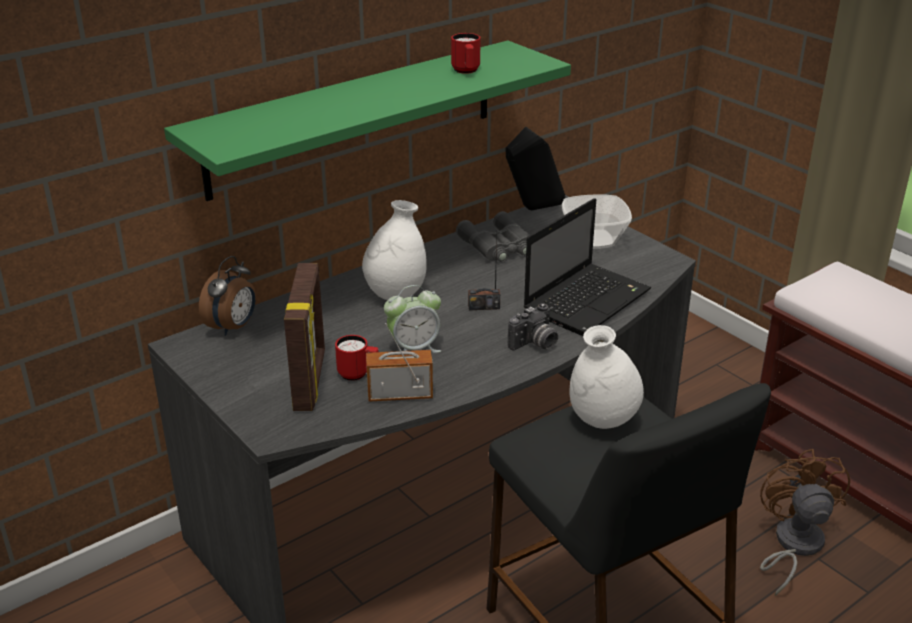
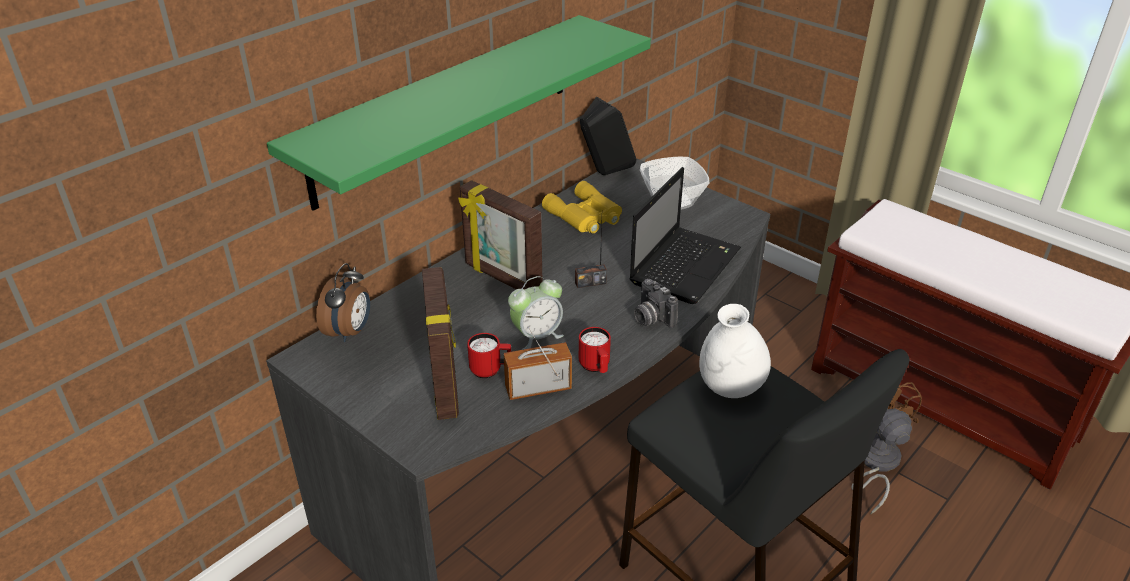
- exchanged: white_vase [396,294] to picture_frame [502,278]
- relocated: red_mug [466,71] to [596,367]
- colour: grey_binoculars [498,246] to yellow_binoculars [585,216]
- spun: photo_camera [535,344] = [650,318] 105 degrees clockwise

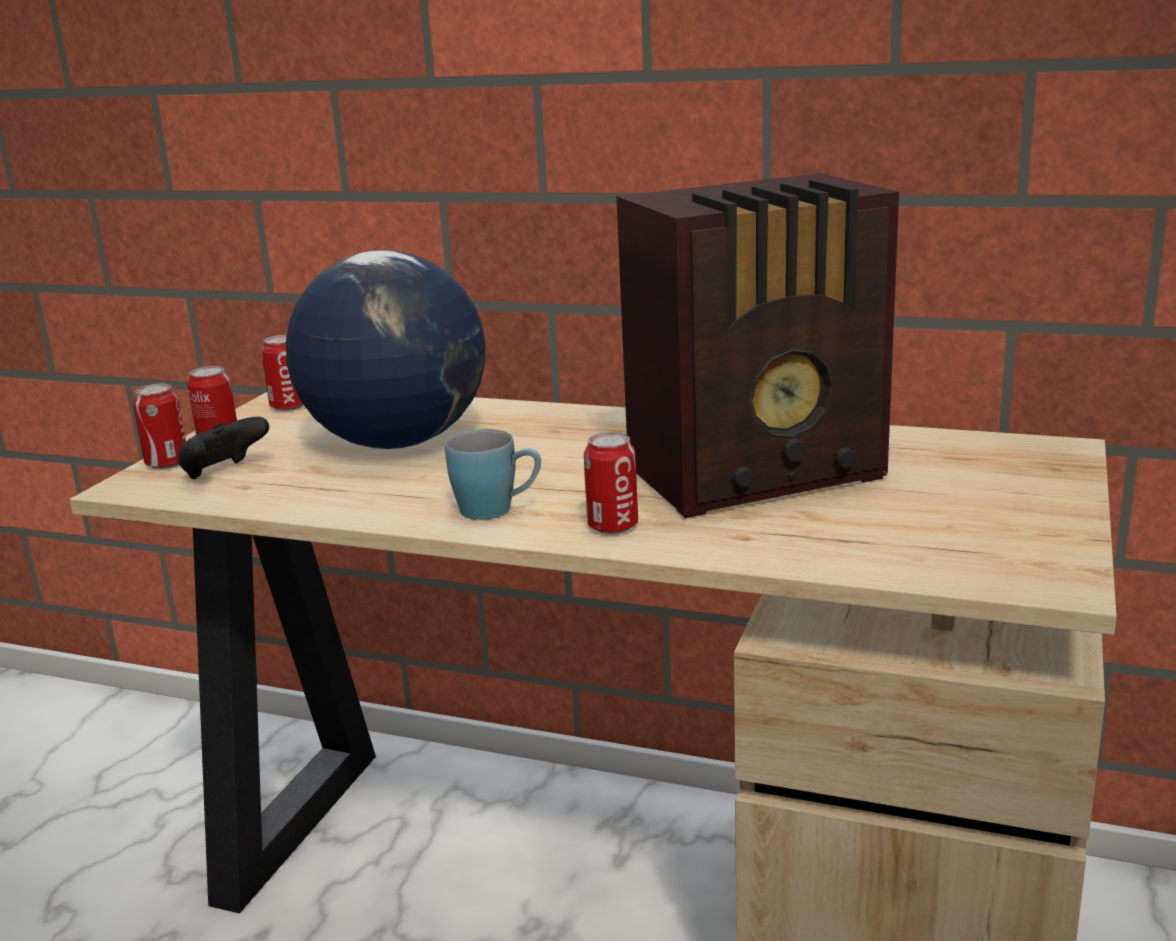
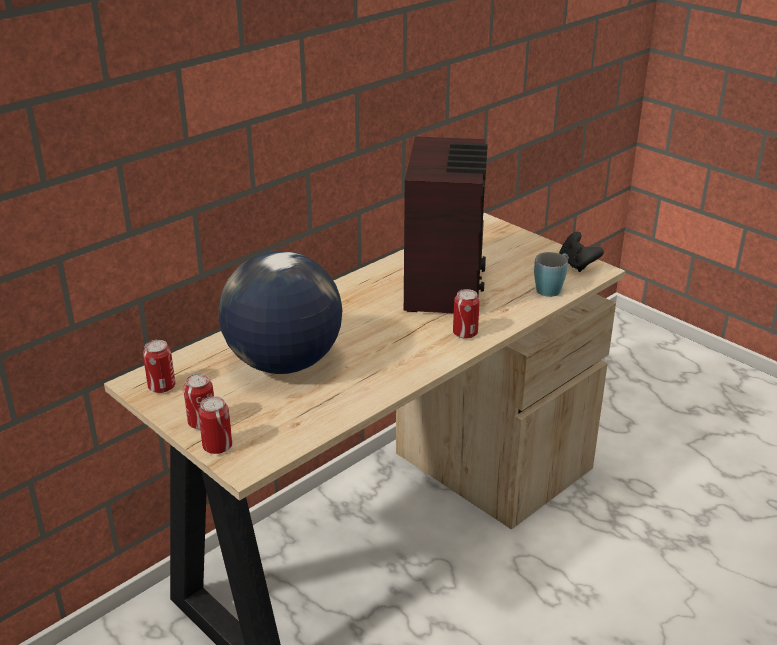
- relocated: black_game_controller [224,473] to [577,264]
- relocated: blue_mug [498,510] to [551,288]

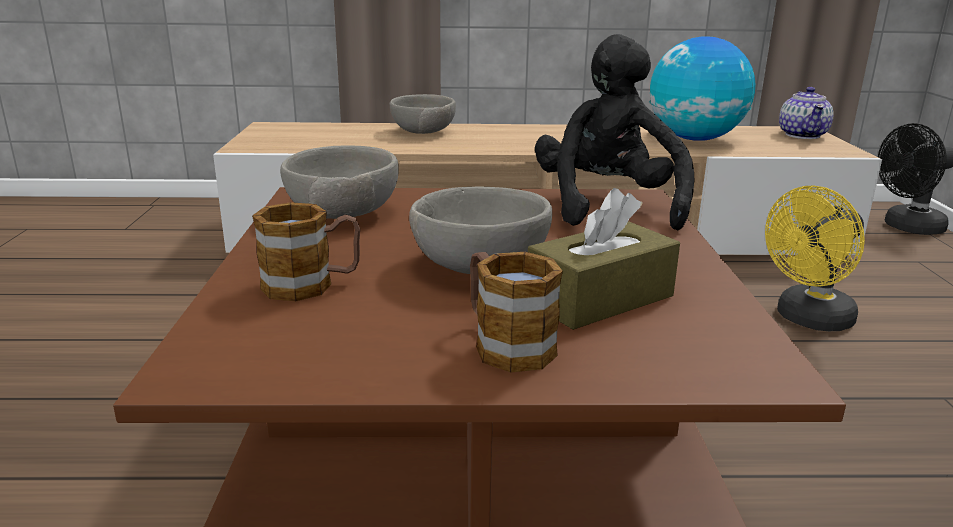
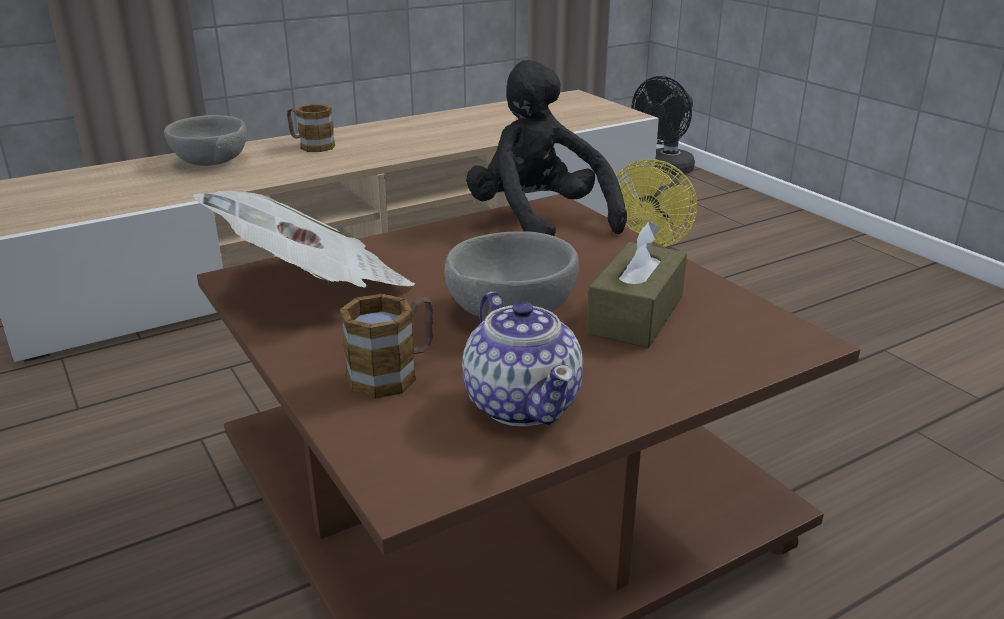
- exchanged: grey_bowl [345,213] to newspaper [315,288]
- relocated: mug [505,343] to [311,146]
- missing: globe [694,139]
- relocated: teapot [802,135] to [522,403]

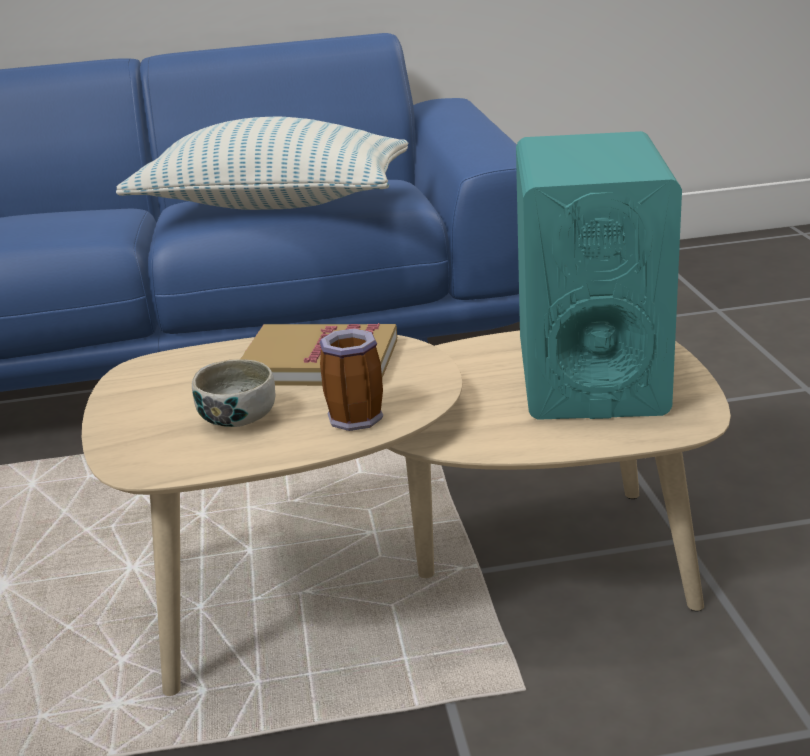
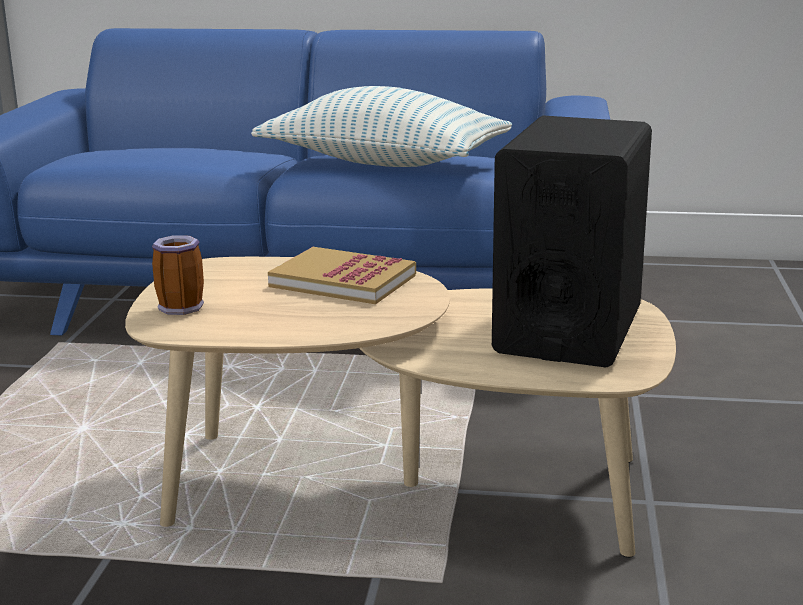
- missing: bowl [238,419]
- relocated: mug [354,416] to [182,306]
- colour: turquoise_speaker [590,376] to black_speaker [568,330]

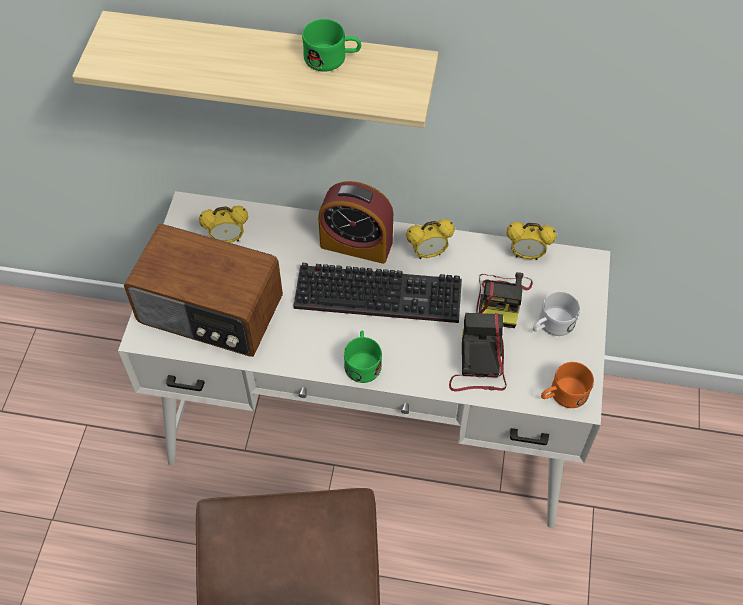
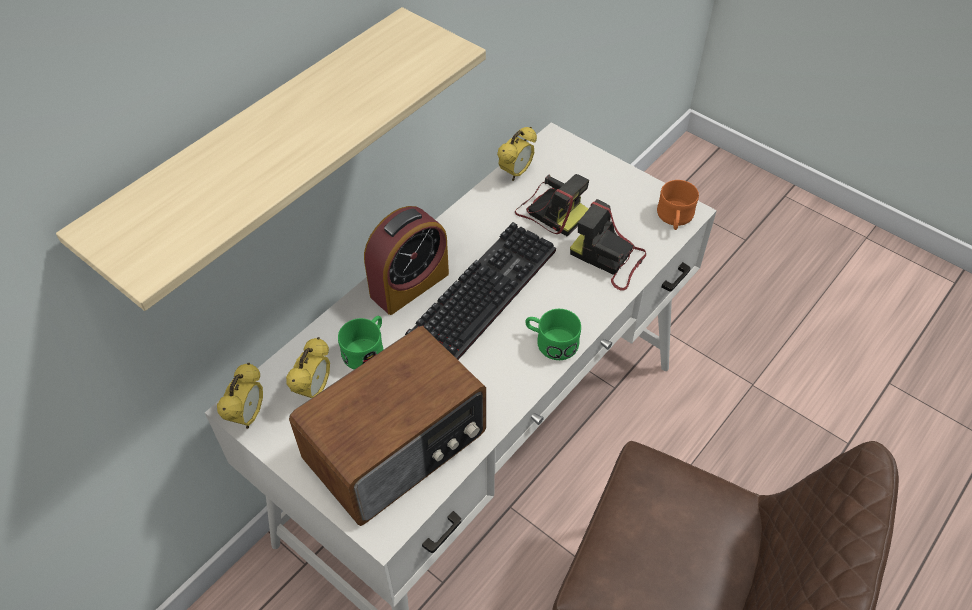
- relocated: green_mug [332,58] to [367,349]
- relocated: alarm_clock [428,253] to [248,416]
- missing: white_mug [551,325]

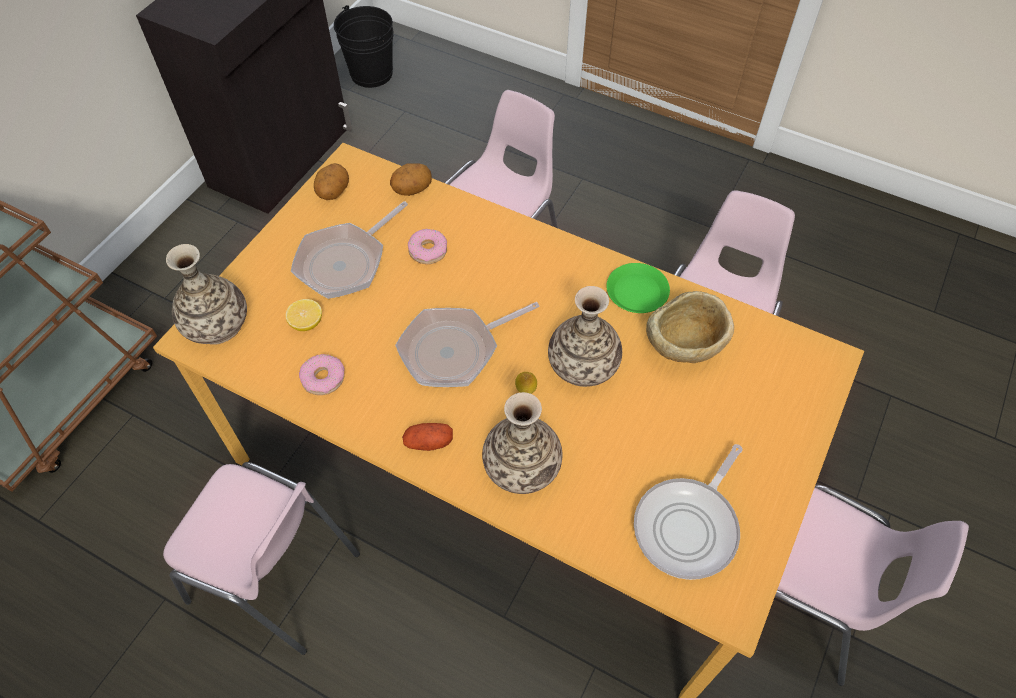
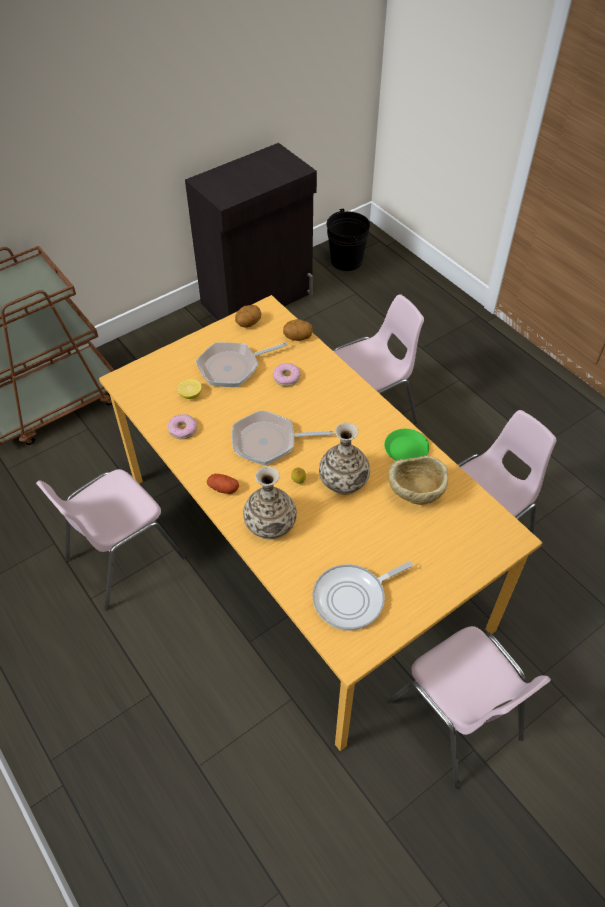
- spun: pink_chair [276,578] = [123,558] 90 degrees clockwise
- missing: vase [217,325]

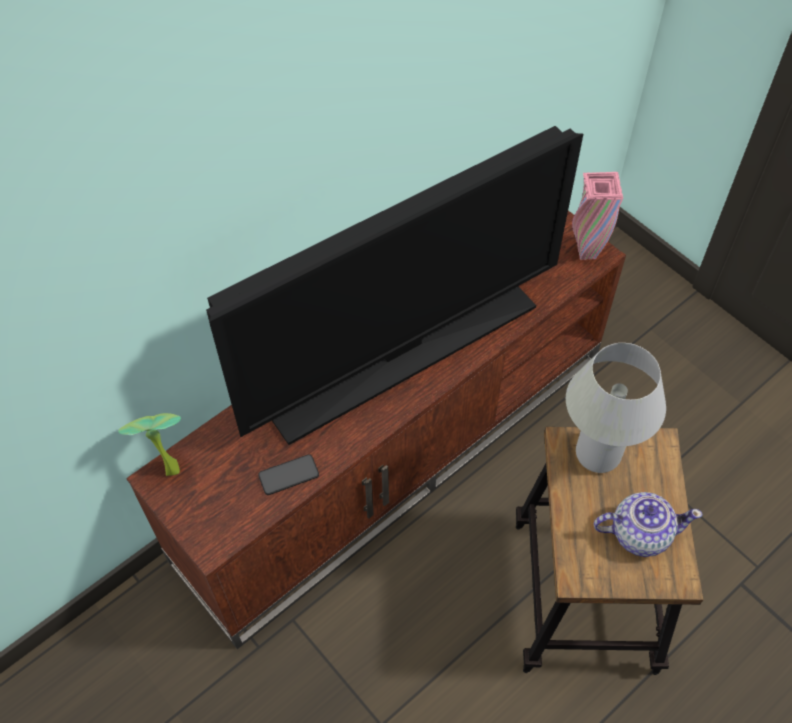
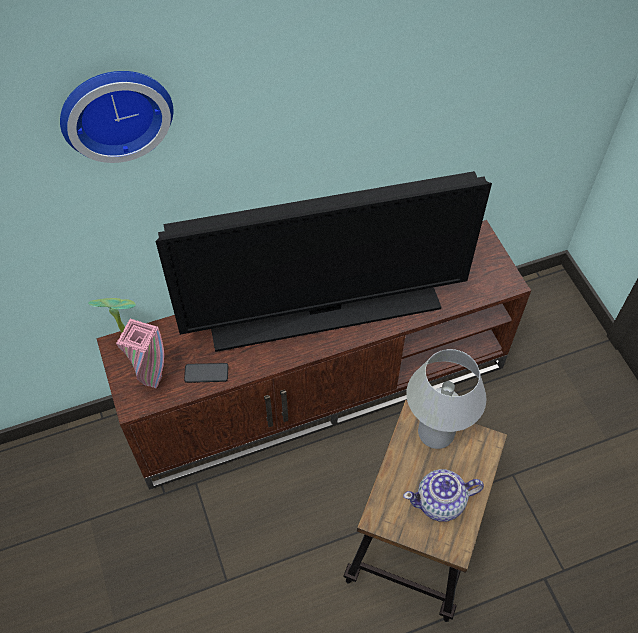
- relocated: pink_vase [586,253] to [152,380]
- spun: teapot [639,533] = [441,502] 150 degrees clockwise
- appeared: wall_clock [115,110]

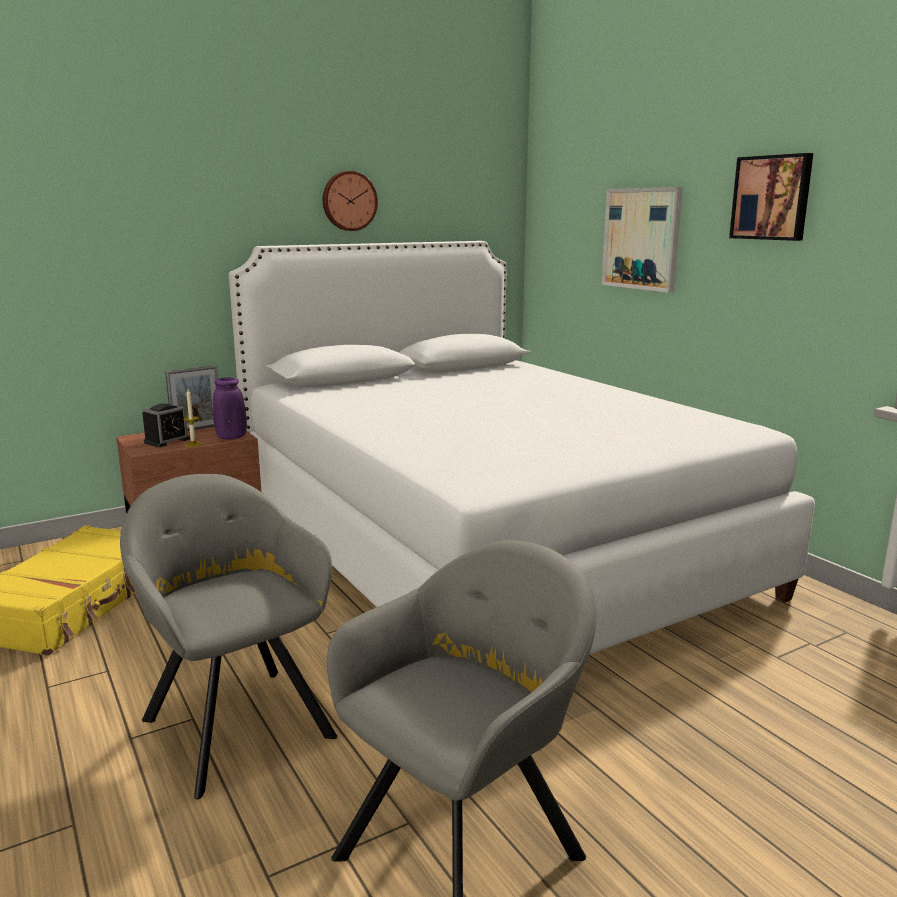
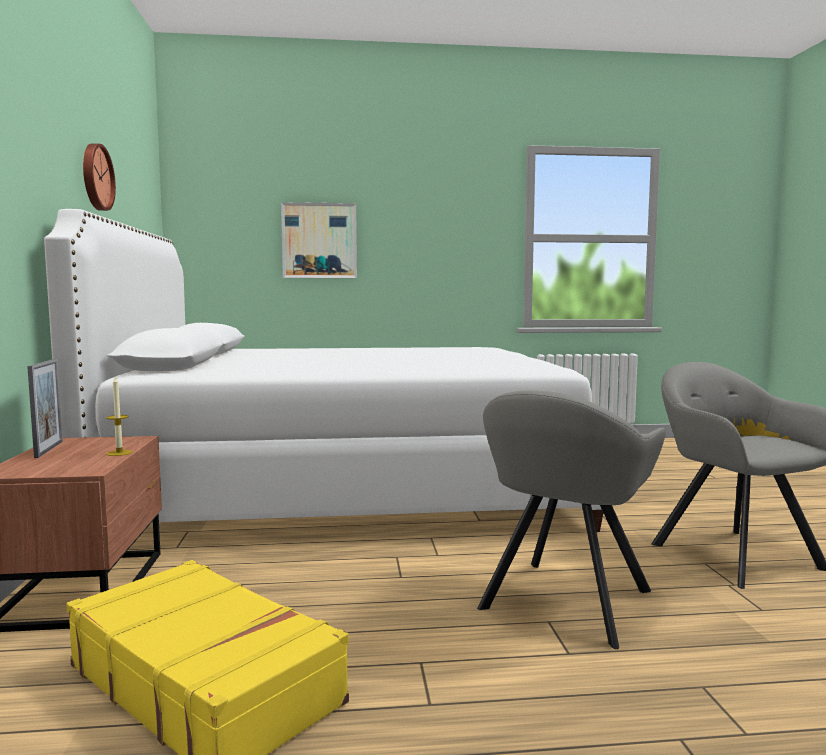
- spun: grey_armchair [236,721] = [563,603] 45 degrees counterclockwise
- missing: alarm_clock [167,441]
- missing: purple_vase [231,437]
- missing: picture [772,198]

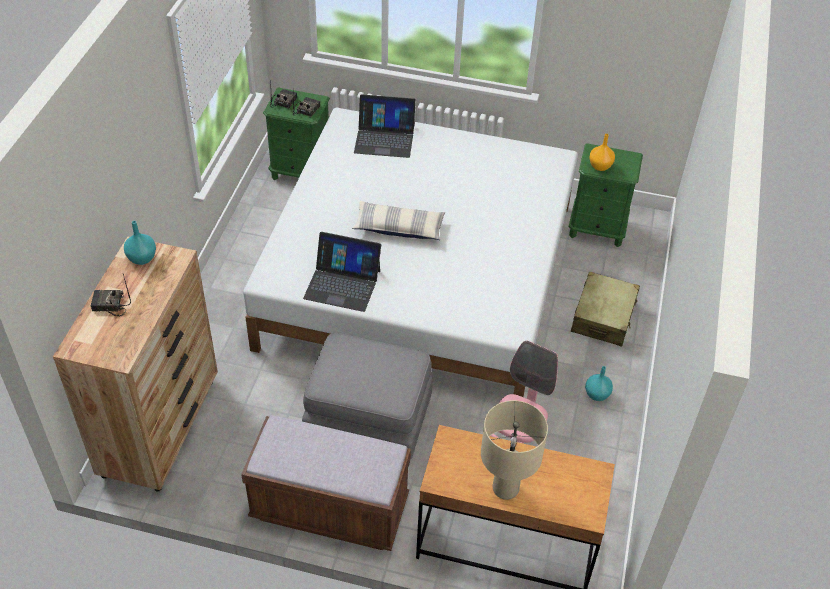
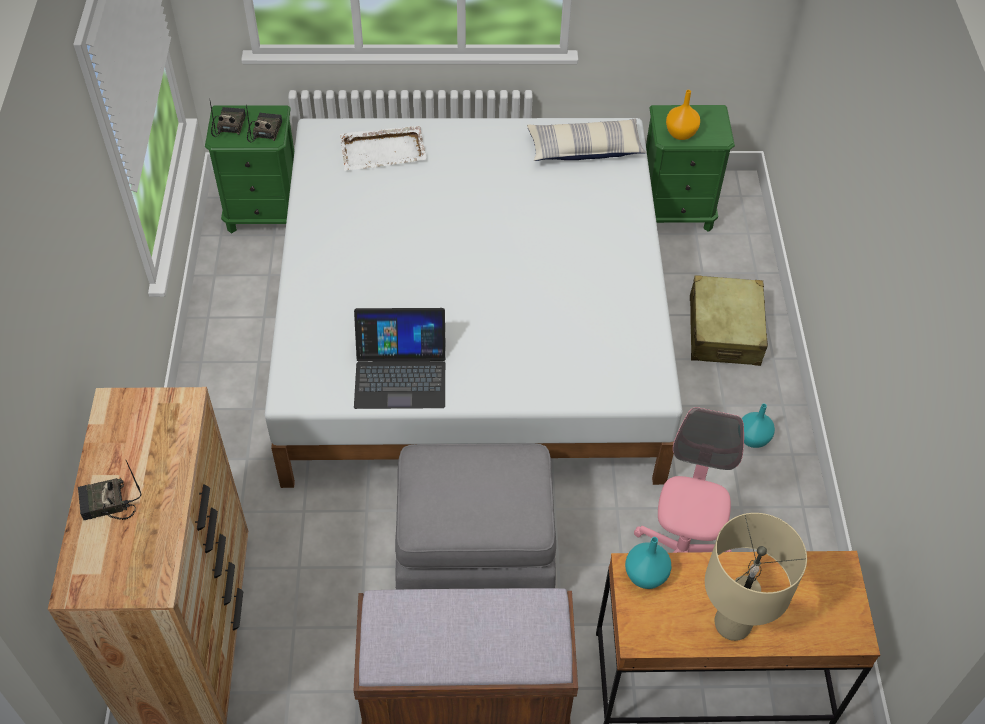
- relocated: turquoise_vase [141,258] to [644,575]
- relocated: pillow [399,228] to [585,149]
- exchanged: laptop [384,138] to white_tray [384,150]

